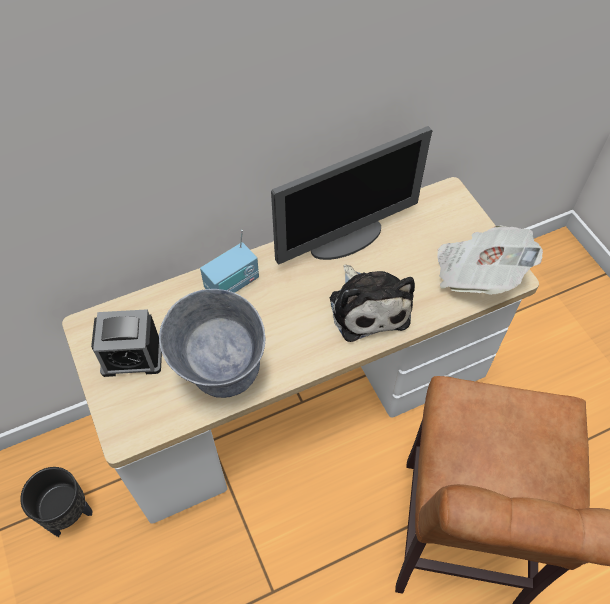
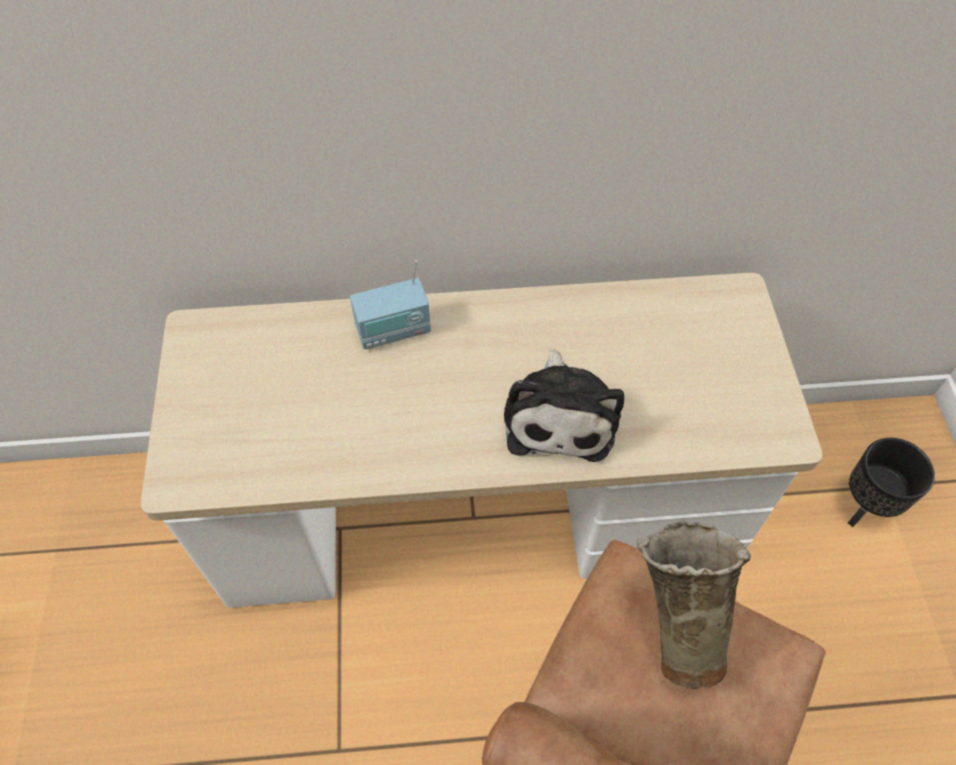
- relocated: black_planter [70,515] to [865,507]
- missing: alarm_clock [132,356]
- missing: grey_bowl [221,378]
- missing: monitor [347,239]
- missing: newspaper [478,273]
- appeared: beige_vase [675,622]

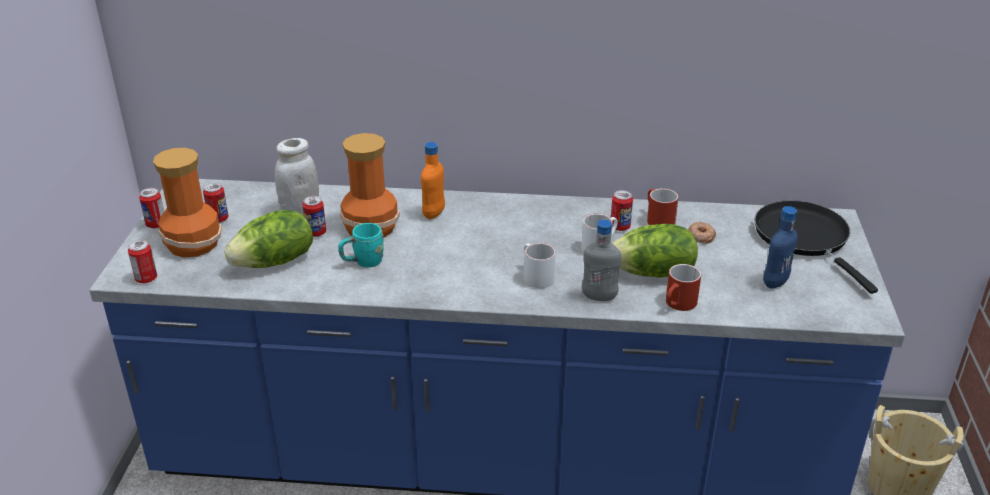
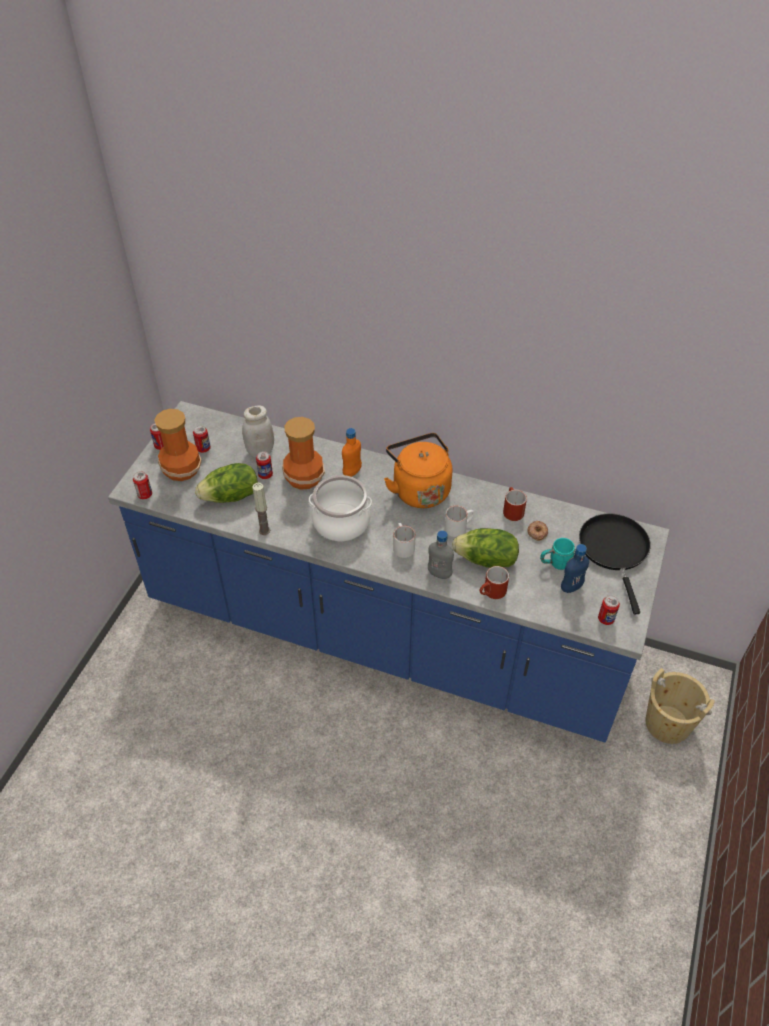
- relocated: turquoise_mug [363,262] to [555,563]
- relocated: can [620,227] to [606,619]
- appeared: candle [264,530]
- appeared: cooking_pot [341,522]
- appeared: orange_kettle [419,489]

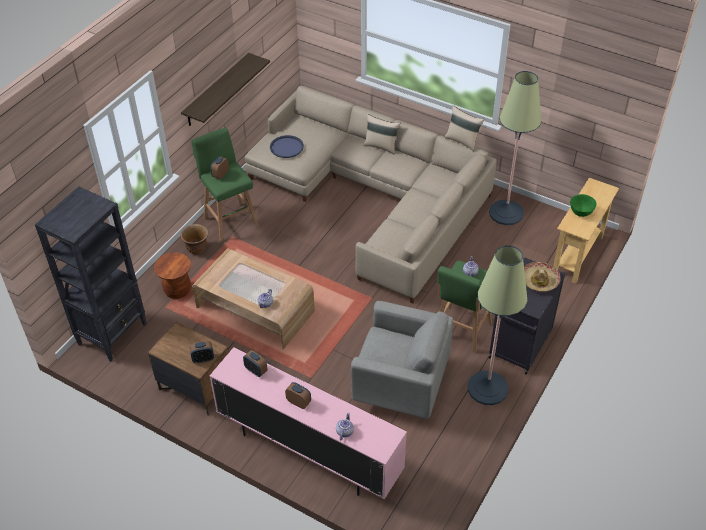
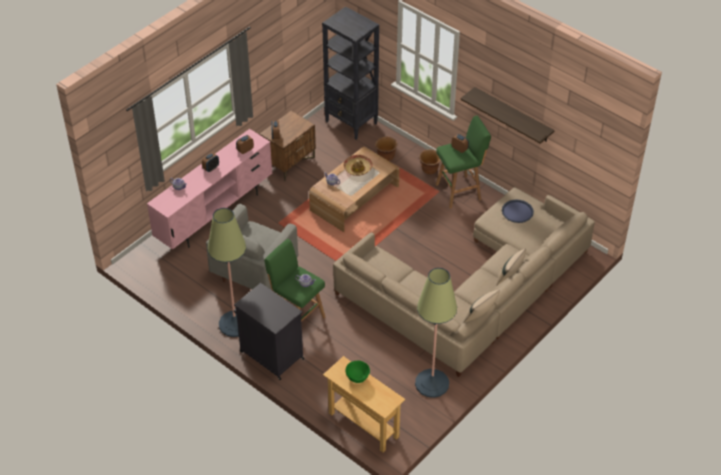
- exchanged: brown_stool [177,290] to brown_planter [386,157]
- relocated: hat [539,280] to [358,168]

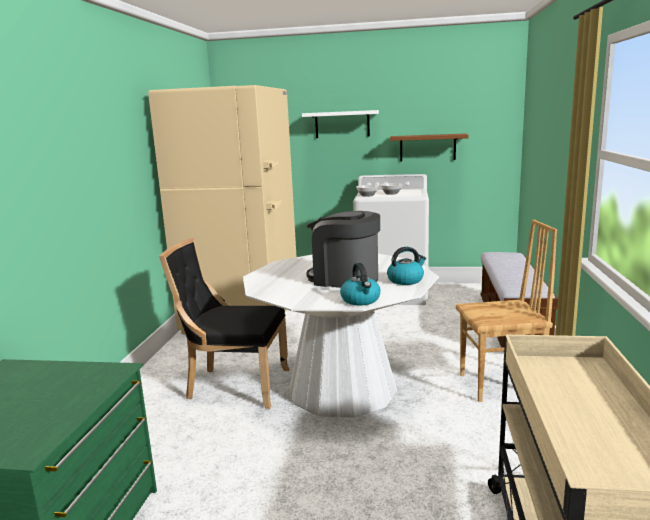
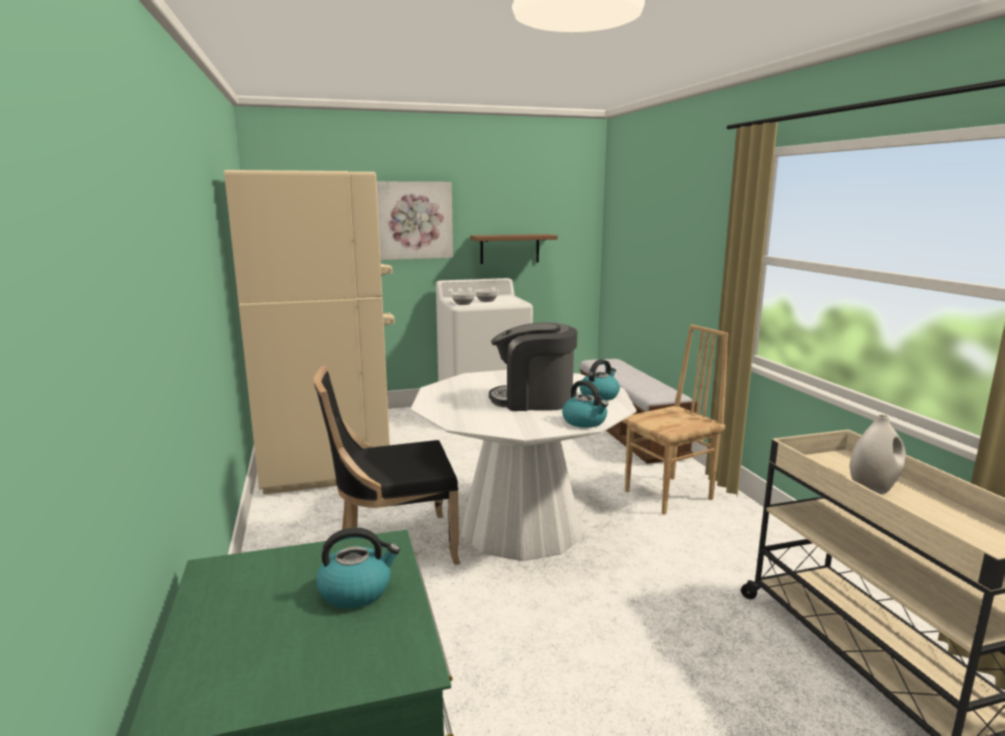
- exchanged: white_shelf [342,124] to picture [414,220]
- appeared: kettle [356,590]
- appeared: white_vase [873,488]

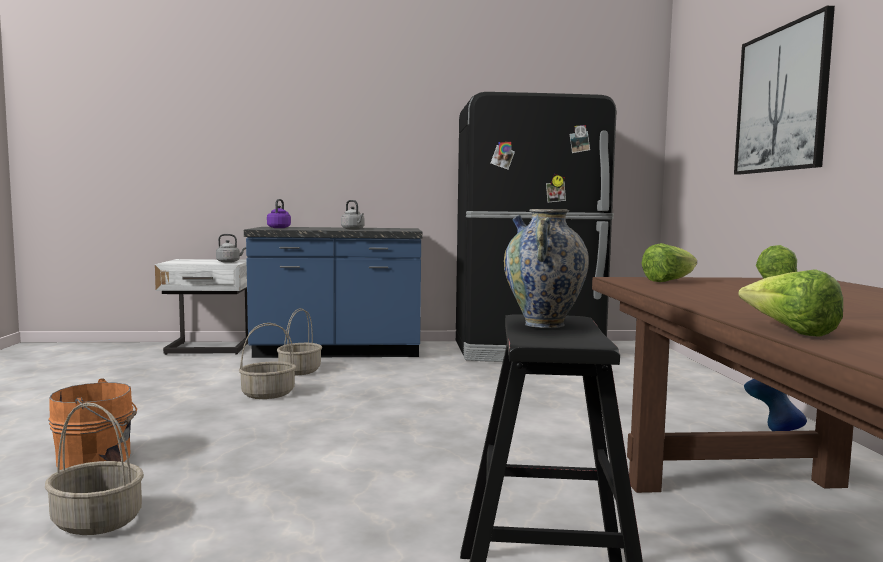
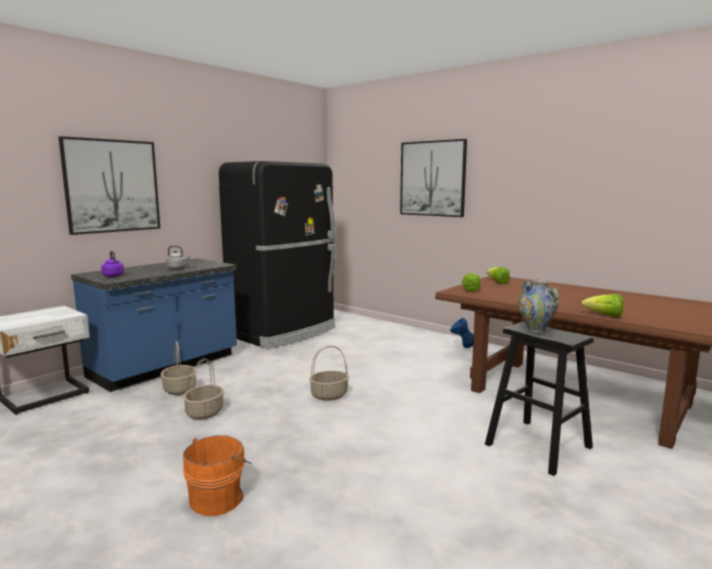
- relocated: basket [96,521] to [329,395]
- missing: grey_kettle [229,262]
- appeared: picture [112,186]

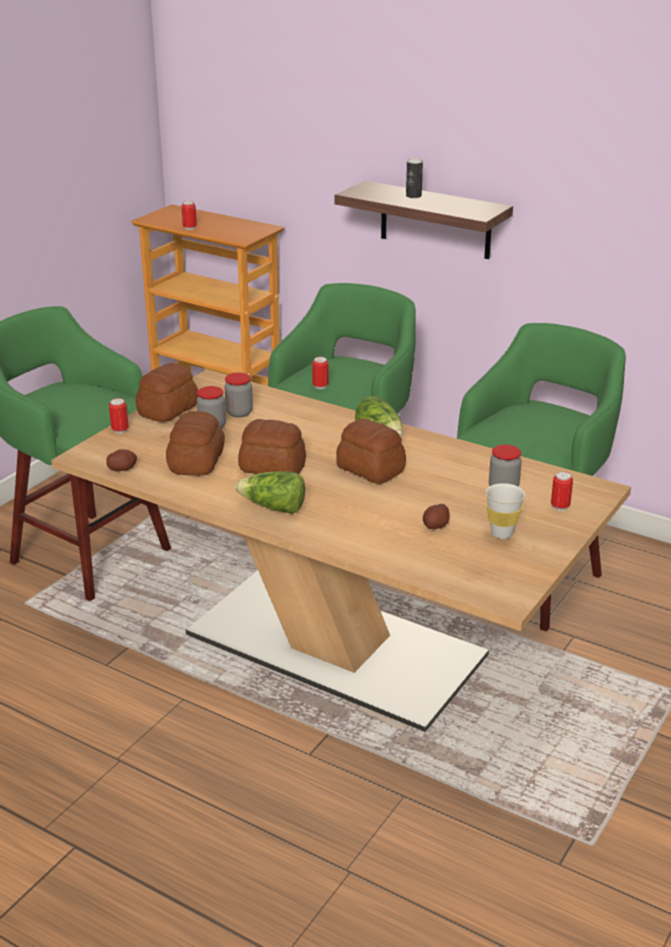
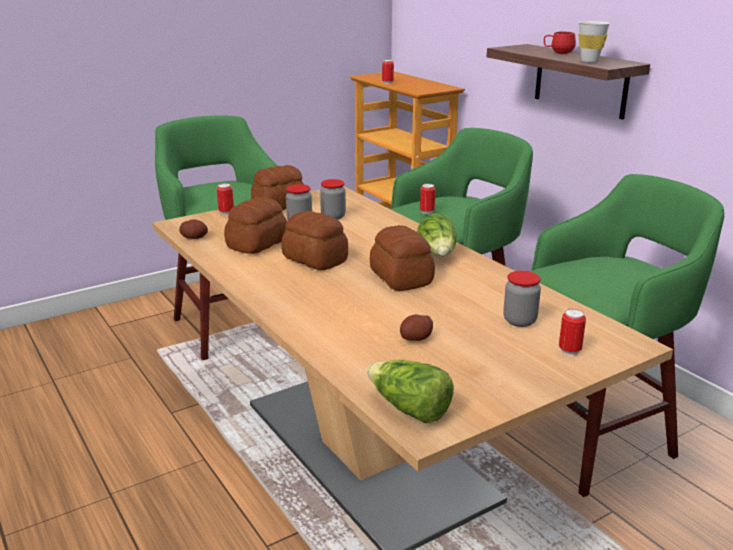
- relocated: lettuce [273,508] to [409,409]
- exchanged: can [413,196] to red_mug [558,52]
- relocated: white_cup [502,533] to [589,61]

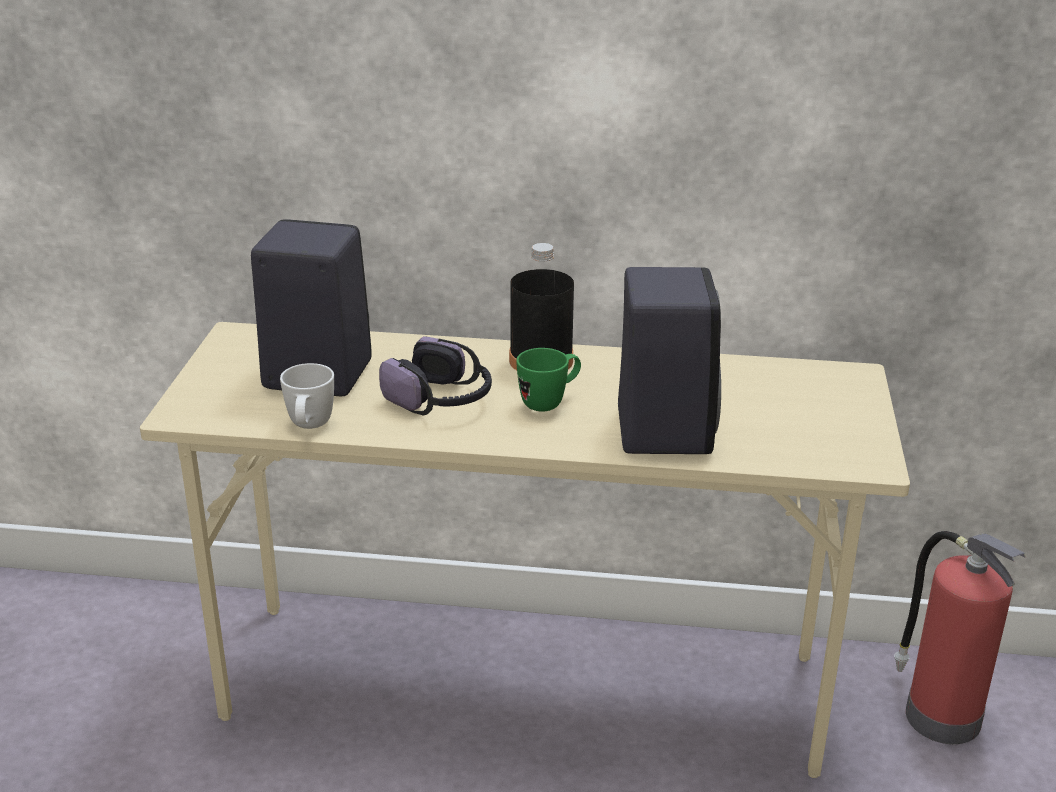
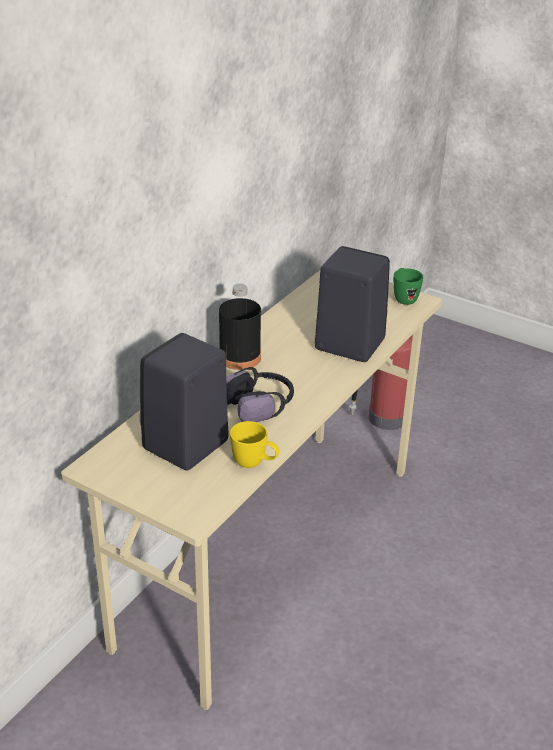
- colour: white_mug [309,427] to yellow_mug [255,464]
- relocated: green_mug [550,402] to [404,298]

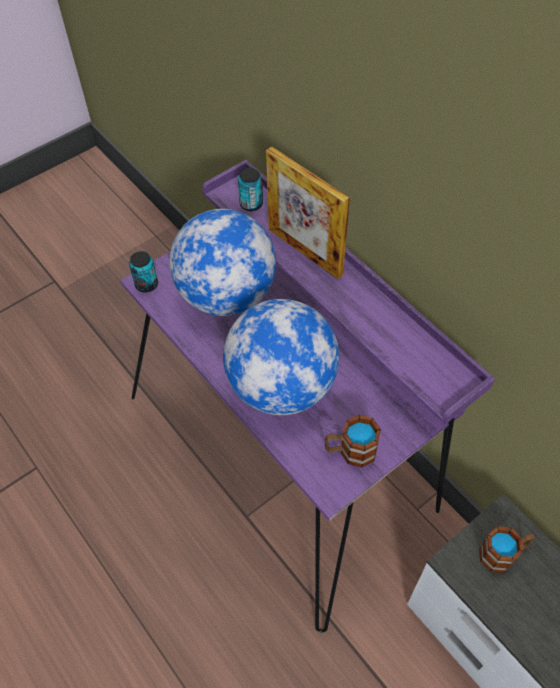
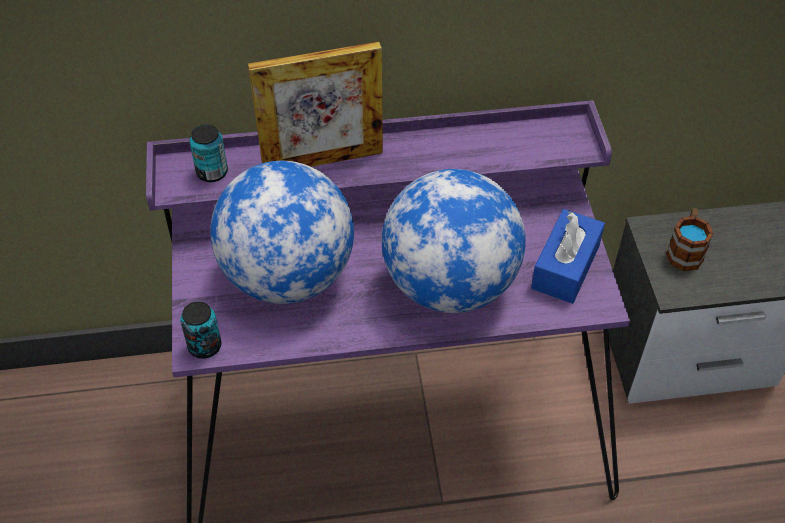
- exchanged: mug [350,451] to blue_tissue_box [565,267]

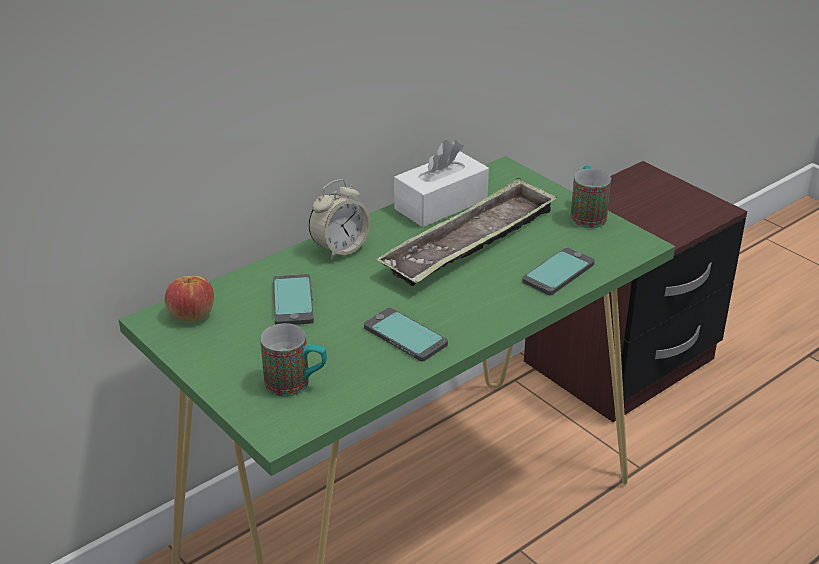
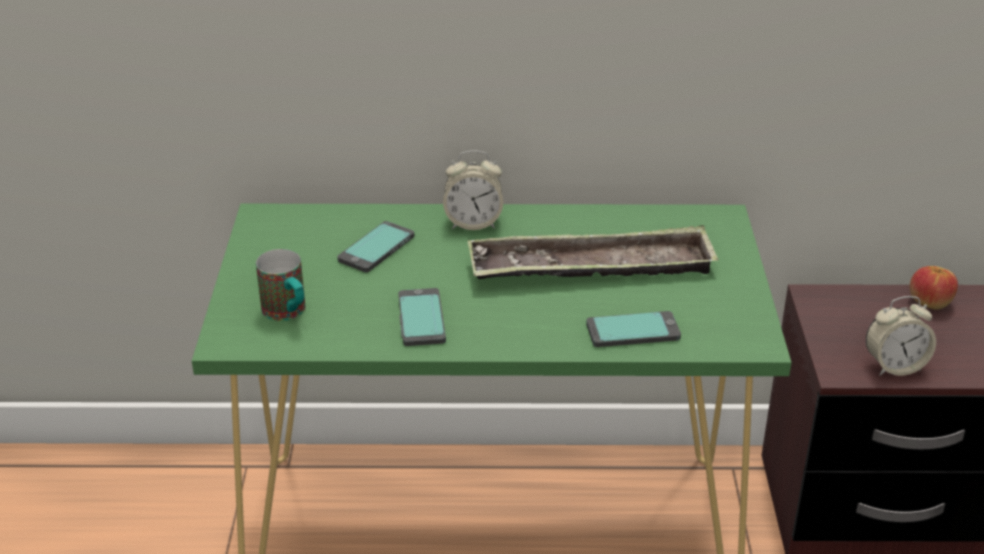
- relocated: apple [191,315] to [929,302]
- missing: white_tissue_box [441,204]
- missing: mug [587,214]
- appeared: alarm_clock [894,366]

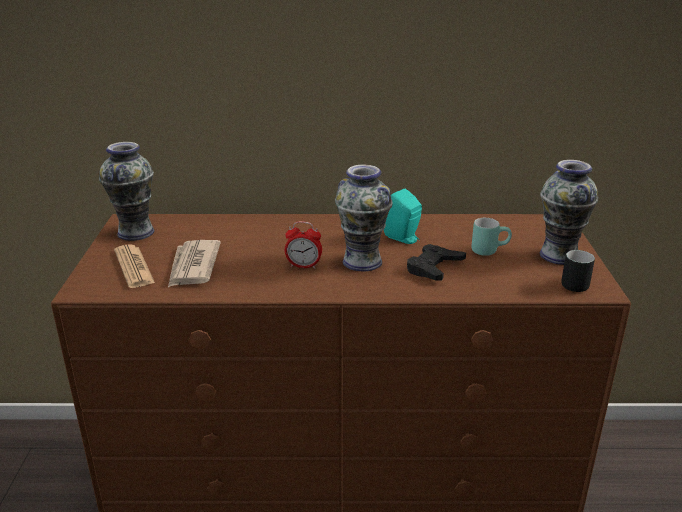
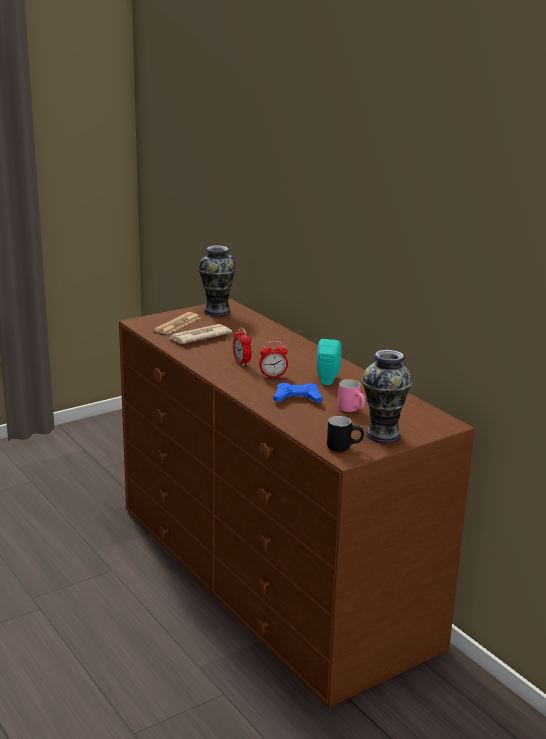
- exchanged: vase [362,261] to alarm_clock [273,376]
- colour: black_game_controller [434,267] to blue_game_controller [297,398]
- colour: turquoise_mug [489,250] to pink_mug [353,410]

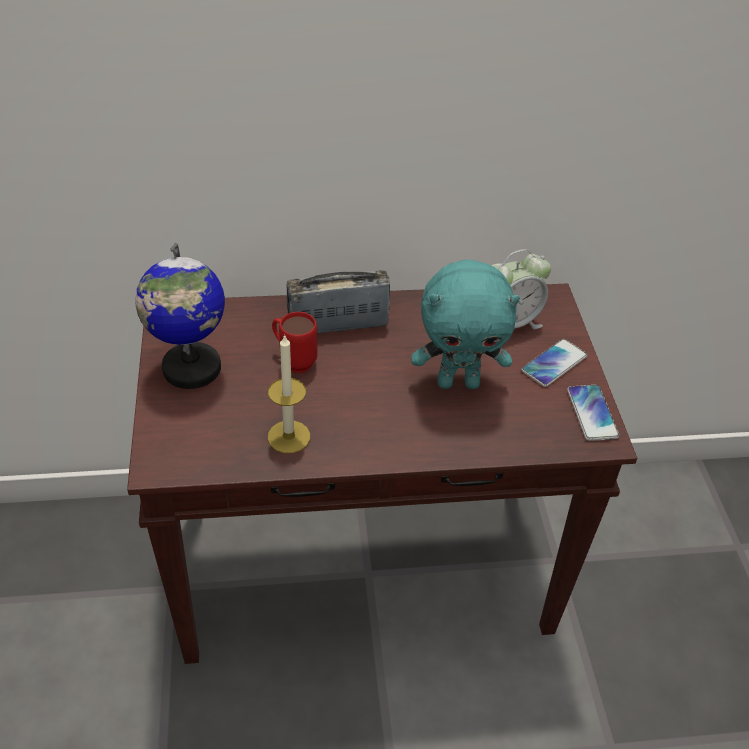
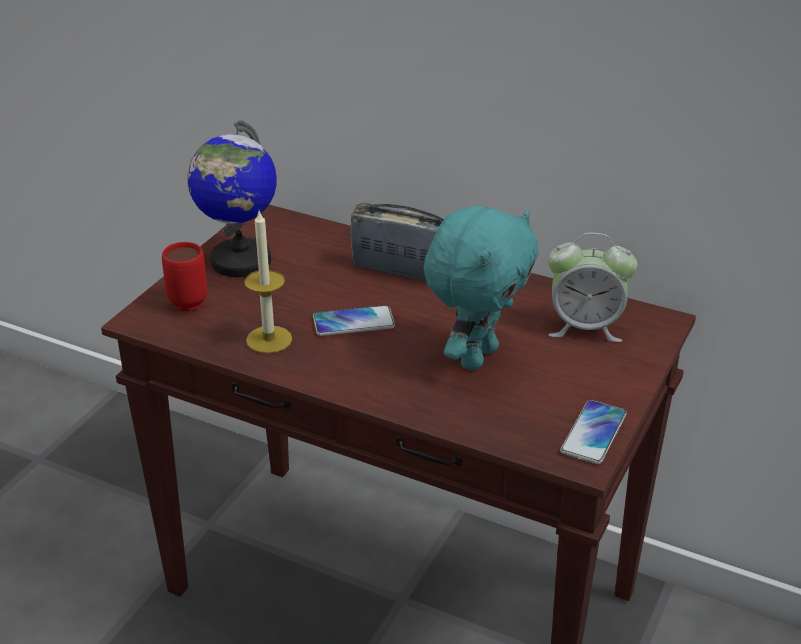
- relocated: red_mug [293,360] to [187,299]
- spun: turquoise_plush_toy [458,382] = [476,356] 90 degrees counterclockwise
- relocated: phone [554,363] to [353,322]

